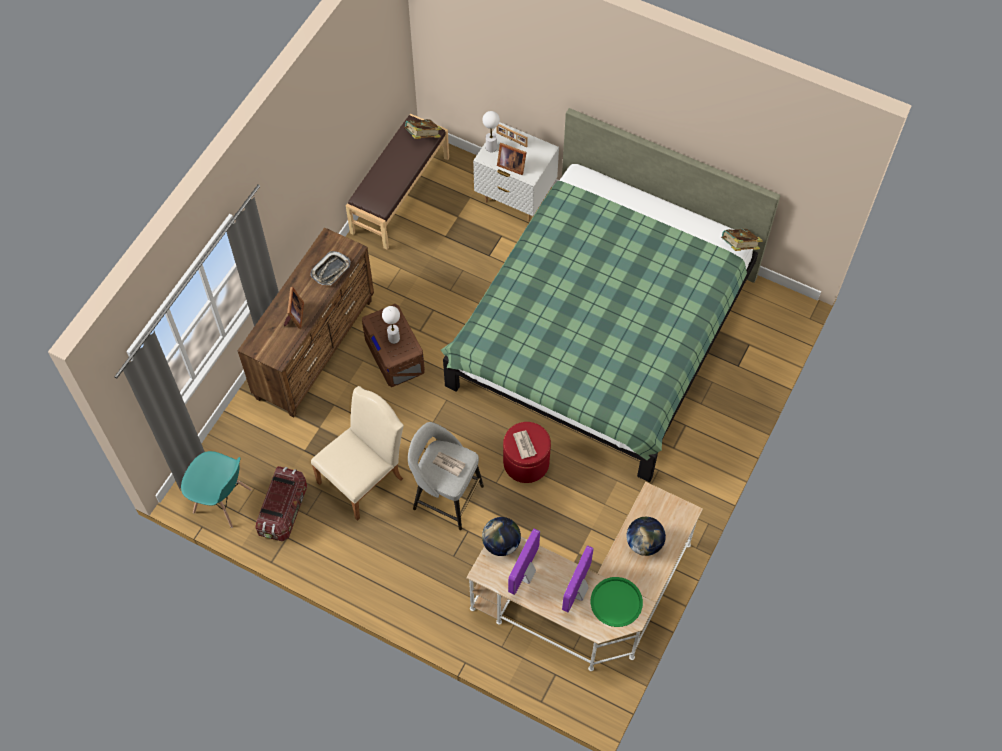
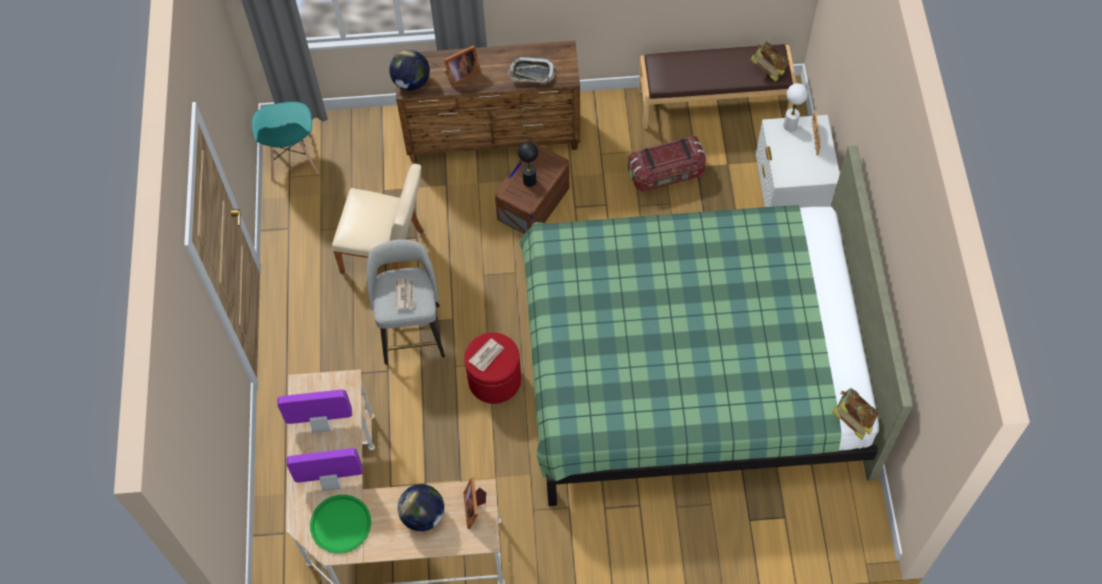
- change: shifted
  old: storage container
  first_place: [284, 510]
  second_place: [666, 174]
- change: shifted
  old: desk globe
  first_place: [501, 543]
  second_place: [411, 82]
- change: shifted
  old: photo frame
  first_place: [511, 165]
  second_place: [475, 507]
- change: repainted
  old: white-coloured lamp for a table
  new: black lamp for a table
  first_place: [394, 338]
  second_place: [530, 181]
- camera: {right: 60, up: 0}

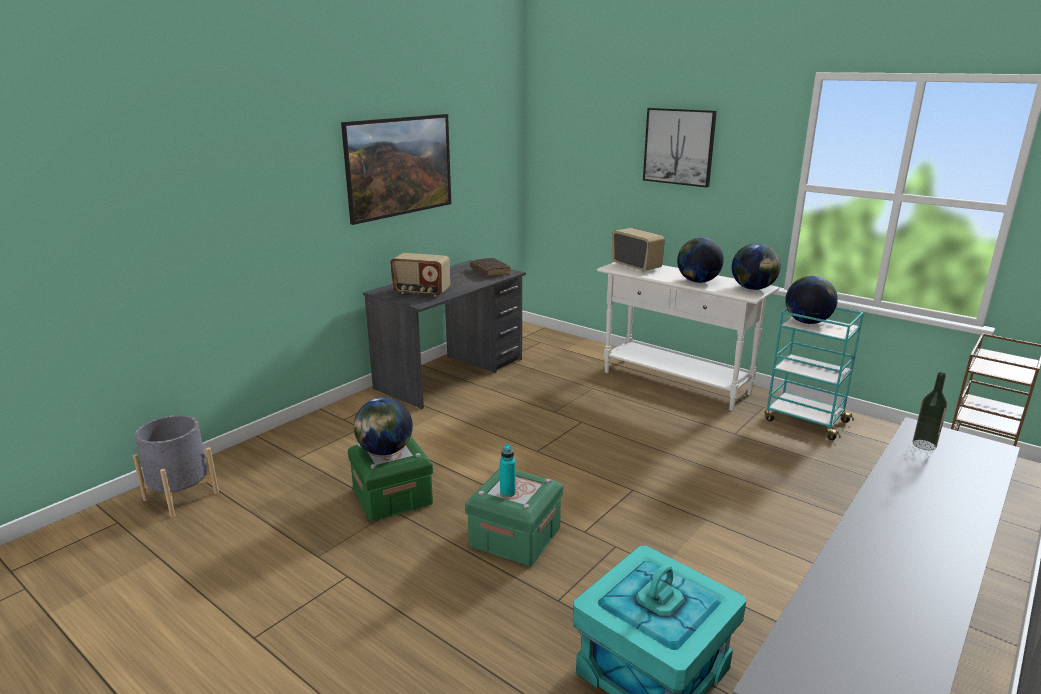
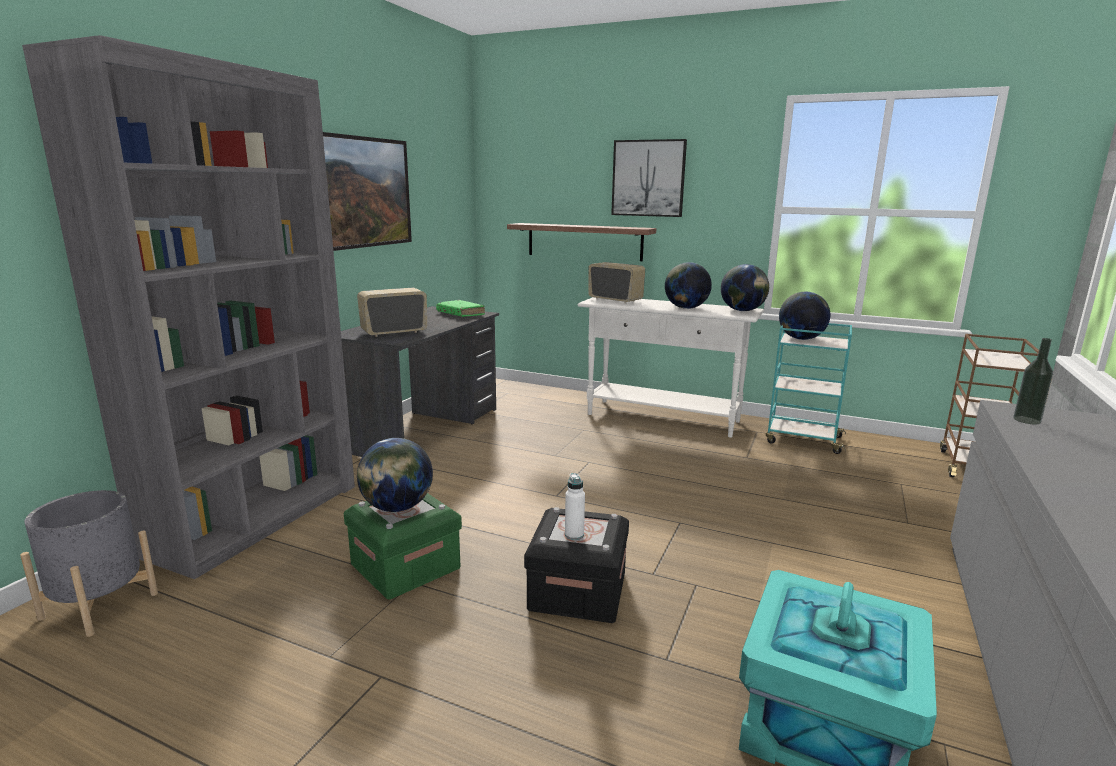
- change: new
  new: grey shelving unit
  second_place: [255, 517]
- change: new
  new: wall shelf
  second_place: [584, 241]
- change: repainted
  old: green storage container
  new: black storage container
  first_place: [515, 537]
  second_place: [578, 591]
- change: repainted
  old: brownish book
  new: green book
  first_place: [490, 272]
  second_place: [460, 314]
- change: repainted
  old: blue-green beverage bottle
  new: white-coloured beverage bottle
  first_place: [507, 492]
  second_place: [574, 535]
- change: rotated
  old: radio receiver
  first_place: [421, 292]
  second_place: [394, 332]
  degrees: 150
- camera: {right: -15, up: -5}

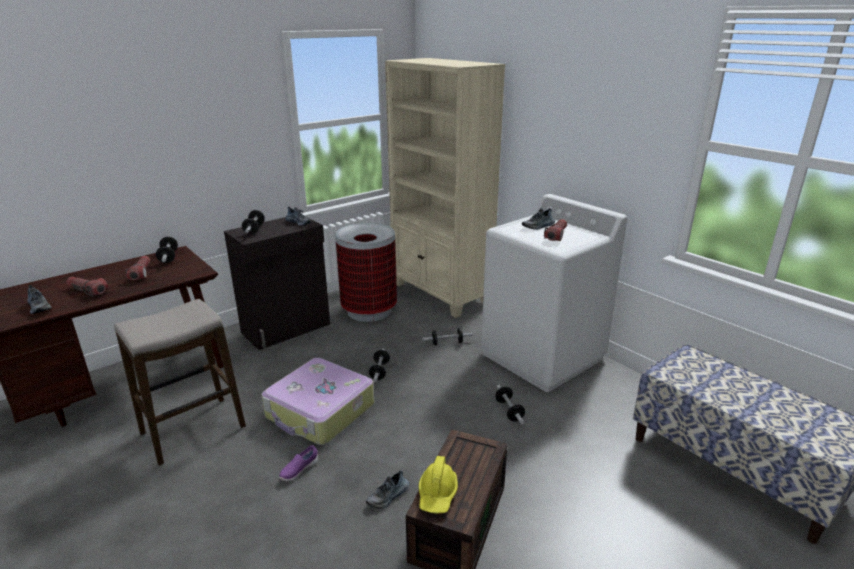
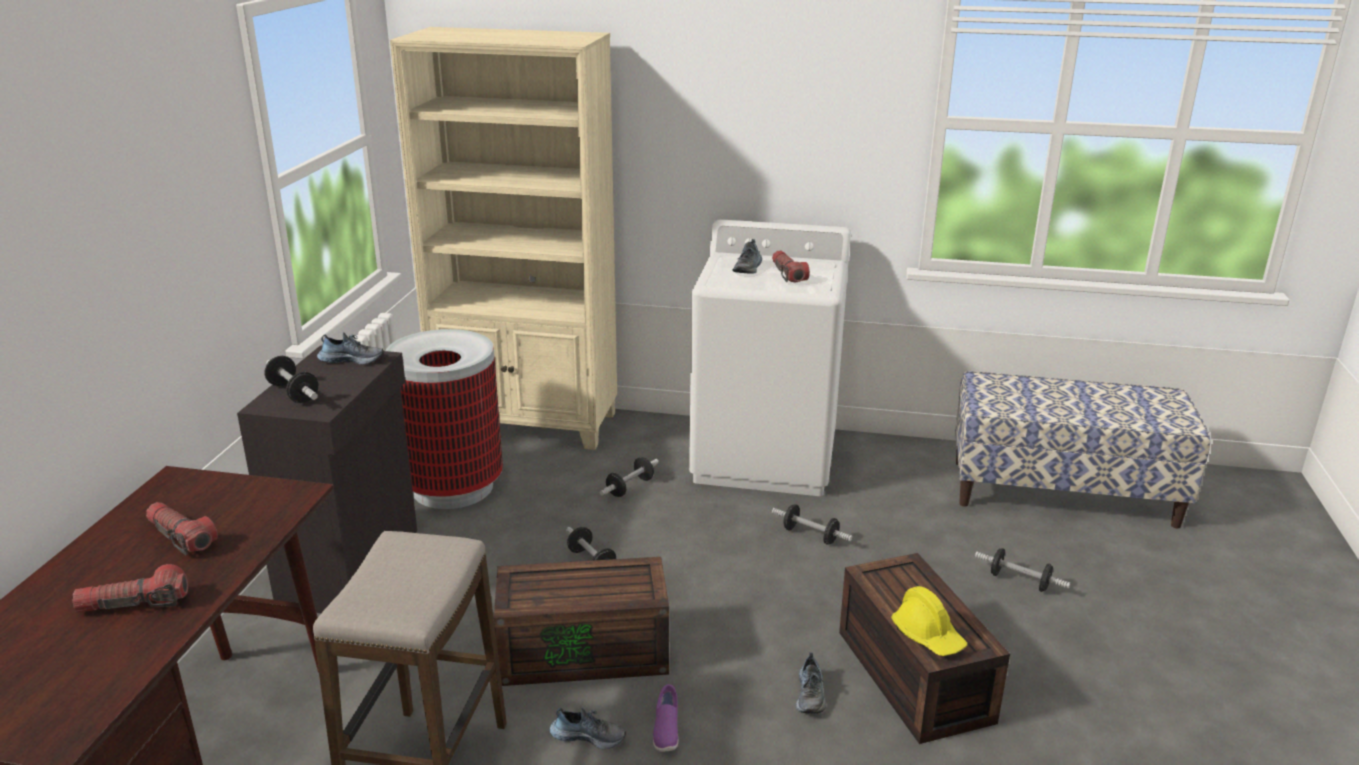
- change: shifted
  old: shoe
  first_place: [40, 307]
  second_place: [588, 736]
- change: shifted
  old: hand weight
  first_place: [168, 257]
  second_place: [1019, 581]
- change: swapped
  old: piece of luggage
  new: brownish storage container
  first_place: [320, 412]
  second_place: [586, 650]
- camera: {right: -40, up: 0}

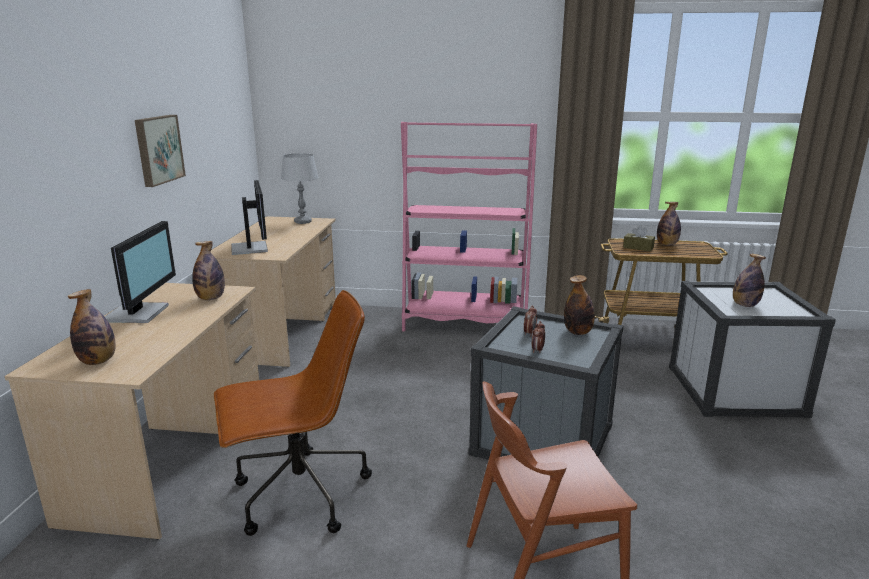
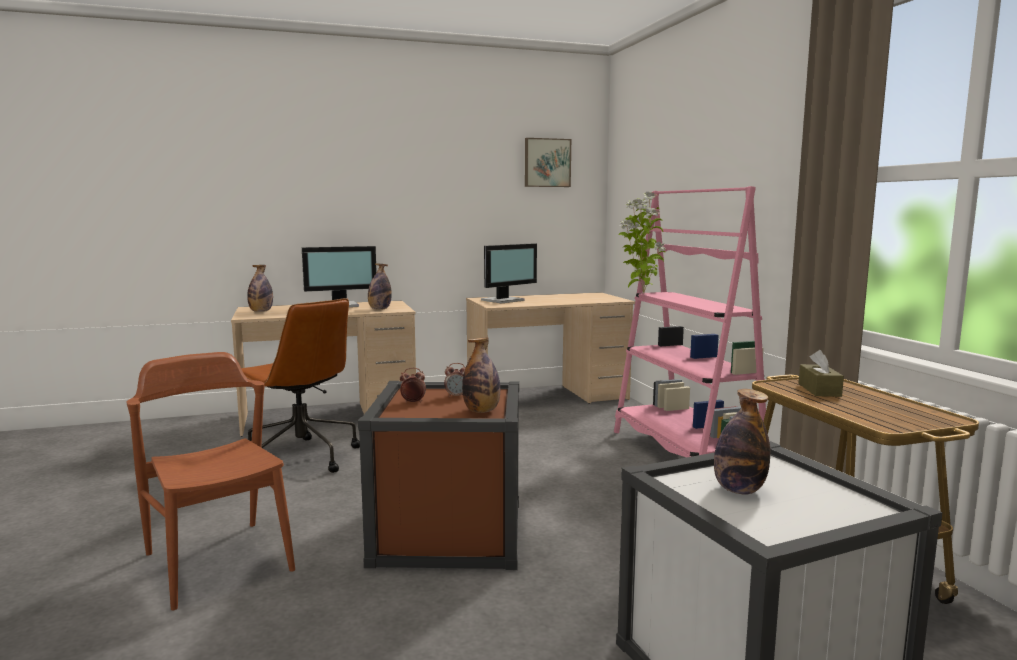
- change: gone
  old: grey lamp for a table
  first_place: [303, 222]
- change: gone
  old: beverage bottle
  first_place: [666, 244]
- change: new
  new: plant in a pot
  second_place: [642, 293]
- change: shifted
  old: wall art
  first_place: [158, 149]
  second_place: [547, 163]
- change: repainted
  old: grey storage container
  new: brownish storage container
  first_place: [542, 439]
  second_place: [449, 532]
- camera: {right: 65, up: -10}

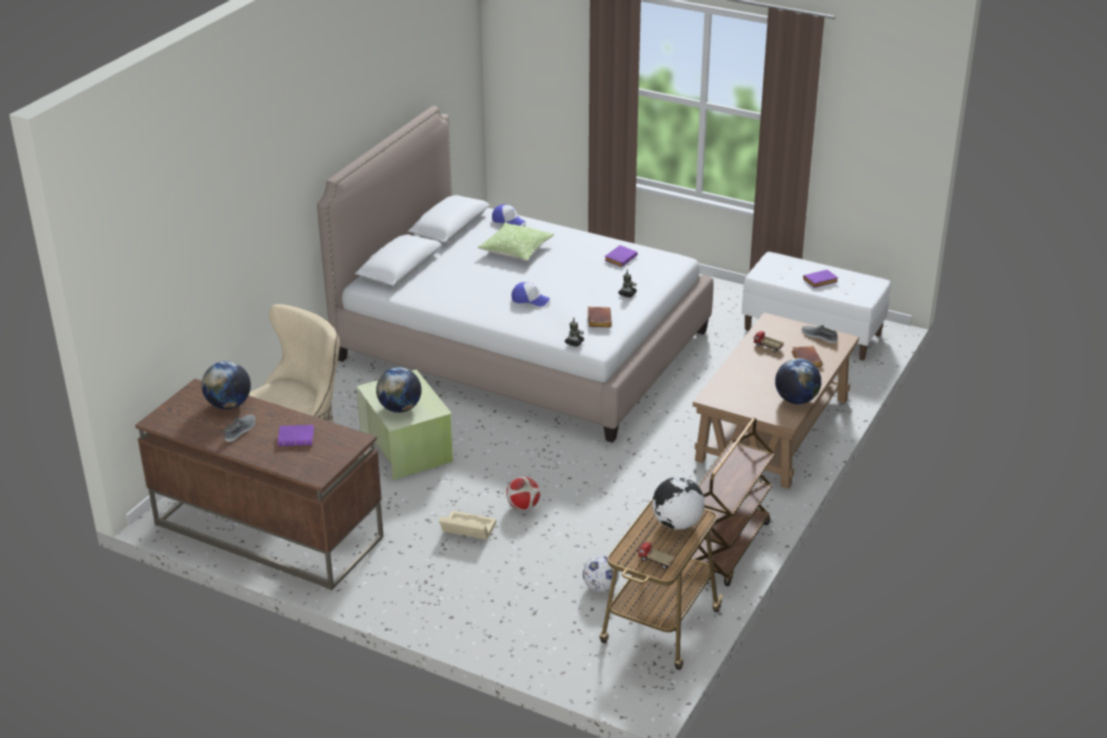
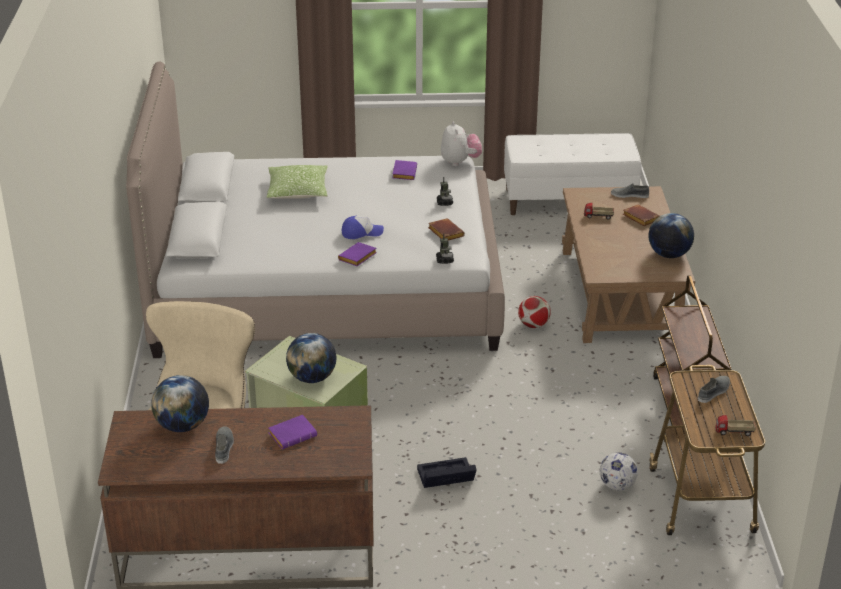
- change: gone
  old: peaked cap
  first_place: [508, 220]
- change: new
  new: soft toy
  second_place: [460, 162]
- change: shifted
  old: football ball
  first_place: [523, 506]
  second_place: [533, 325]
- change: shifted
  old: purplish book
  first_place: [820, 282]
  second_place: [357, 258]
- change: swapped
  old: desk globe
  new: grey shoe
  first_place: [677, 524]
  second_place: [714, 391]
- change: repainted
  old: beige-coloured storage container
  new: black storage container
  first_place: [466, 530]
  second_place: [444, 478]
- camera: {right: -30, up: 0}

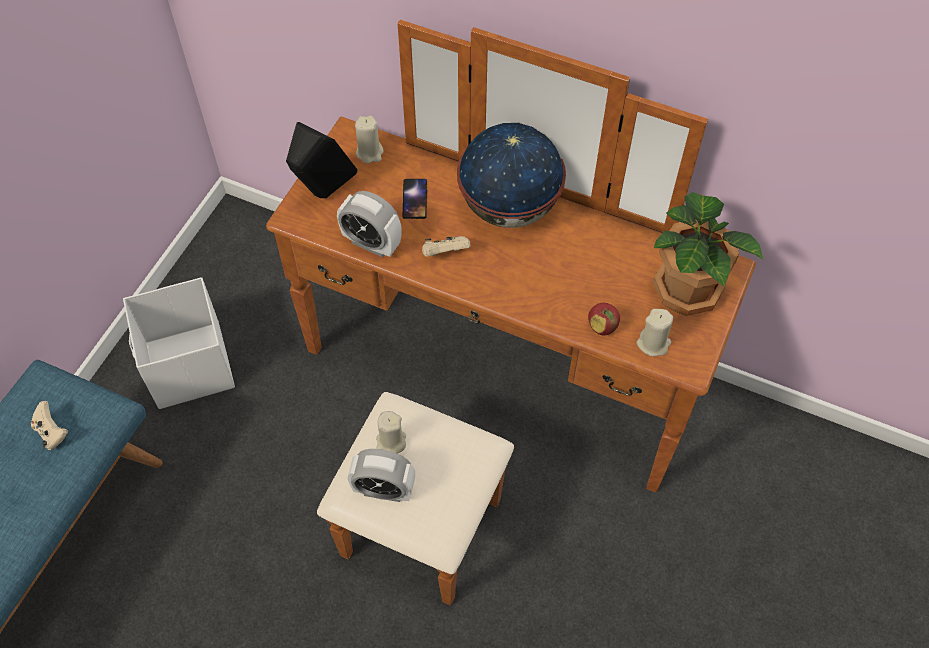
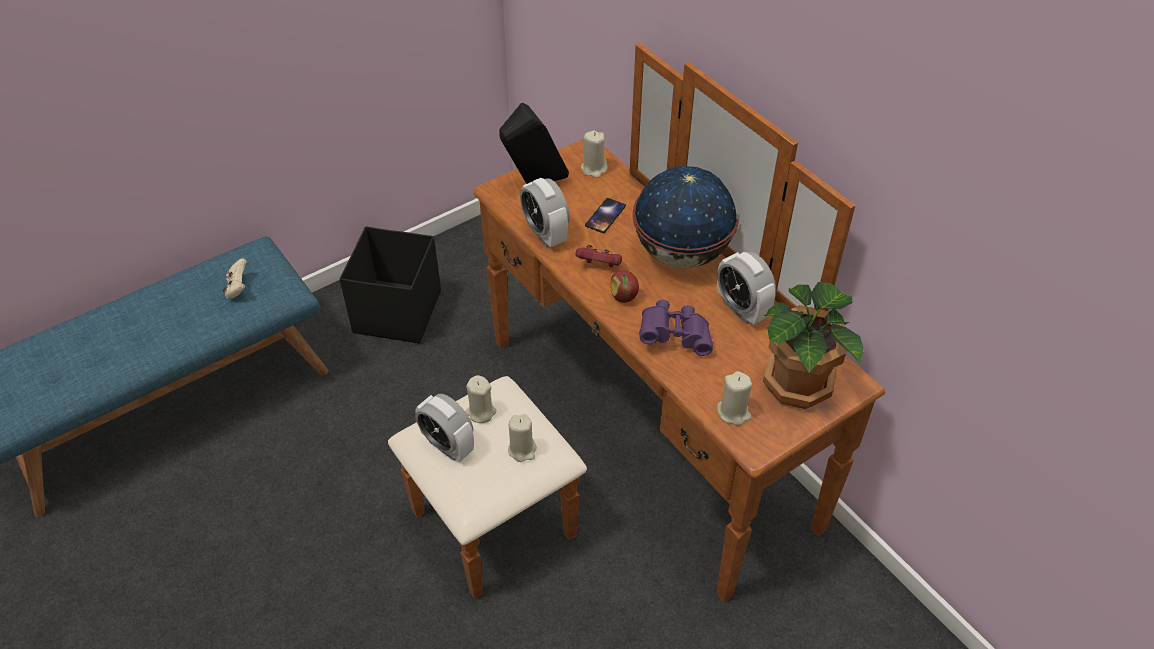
- change: new
  new: beige-coloured candle
  second_place: [522, 450]
- change: new
  new: purplish binoculars
  second_place: [675, 336]
- change: new
  new: alarm clock
  second_place: [741, 309]
- change: shifted
  old: whole apple
  first_place: [602, 327]
  second_place: [624, 297]
- change: repainted
  old: white-coloured storage container
  new: black storage container
  first_place: [189, 367]
  second_place: [396, 313]
- change: repainted
  old: beige-coloured gamepad
  new: reddish gamepad
  first_place: [445, 254]
  second_place: [600, 265]
- camera: {right: 30, up: -10}

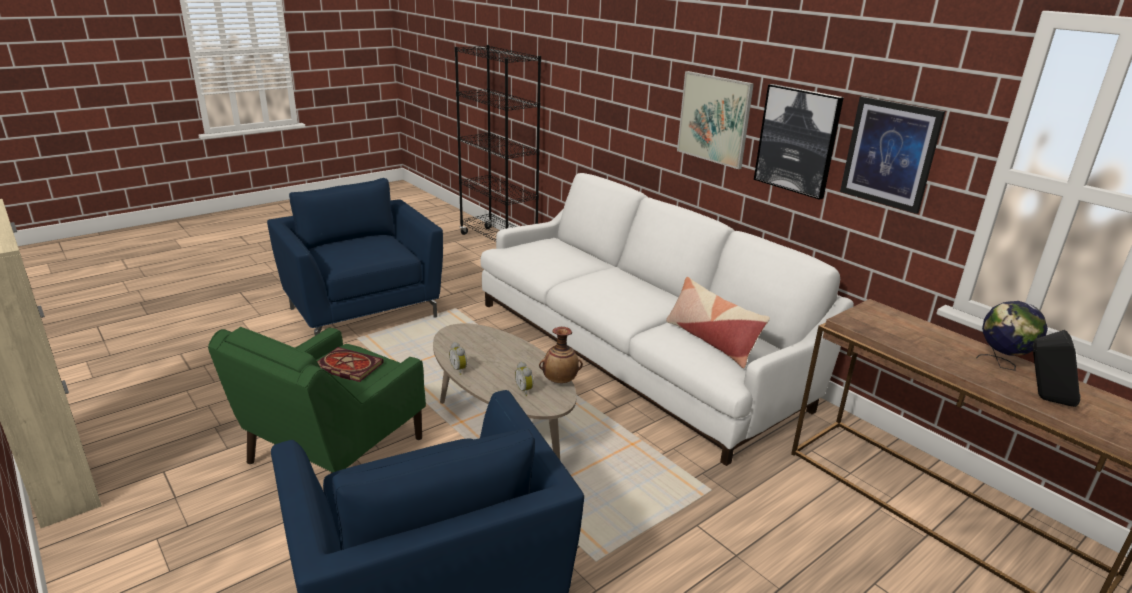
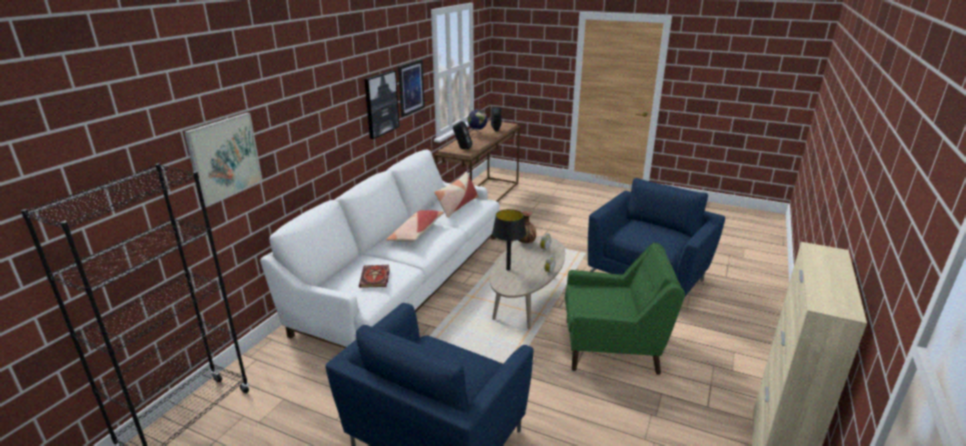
- change: new
  new: pillow
  second_place: [416, 233]
- change: new
  new: black speaker
  second_place: [462, 148]
- change: new
  new: black lamp for a table
  second_place: [508, 269]
- change: shifted
  old: book
  first_place: [346, 367]
  second_place: [375, 278]
- change: shifted
  old: wall art
  first_place: [714, 119]
  second_place: [225, 158]
- camera: {right: -115, up: 0}

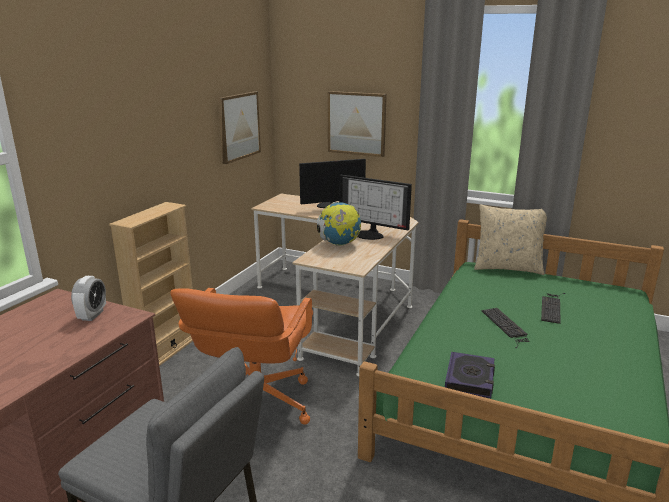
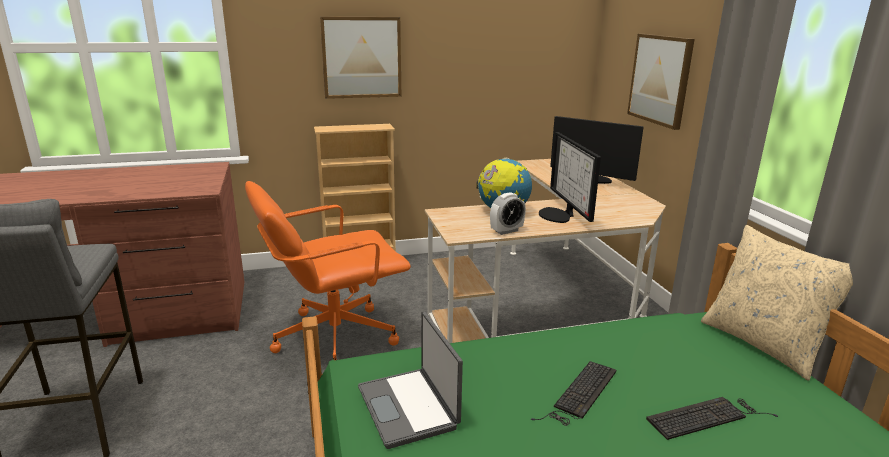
- change: shifted
  old: alarm clock
  first_place: [92, 315]
  second_place: [506, 231]
- change: shifted
  old: wall art
  first_place: [238, 126]
  second_place: [361, 57]
- change: swapped
  old: book
  new: portable computer
  first_place: [470, 378]
  second_place: [409, 407]
- camera: {right: 50, up: 0}

